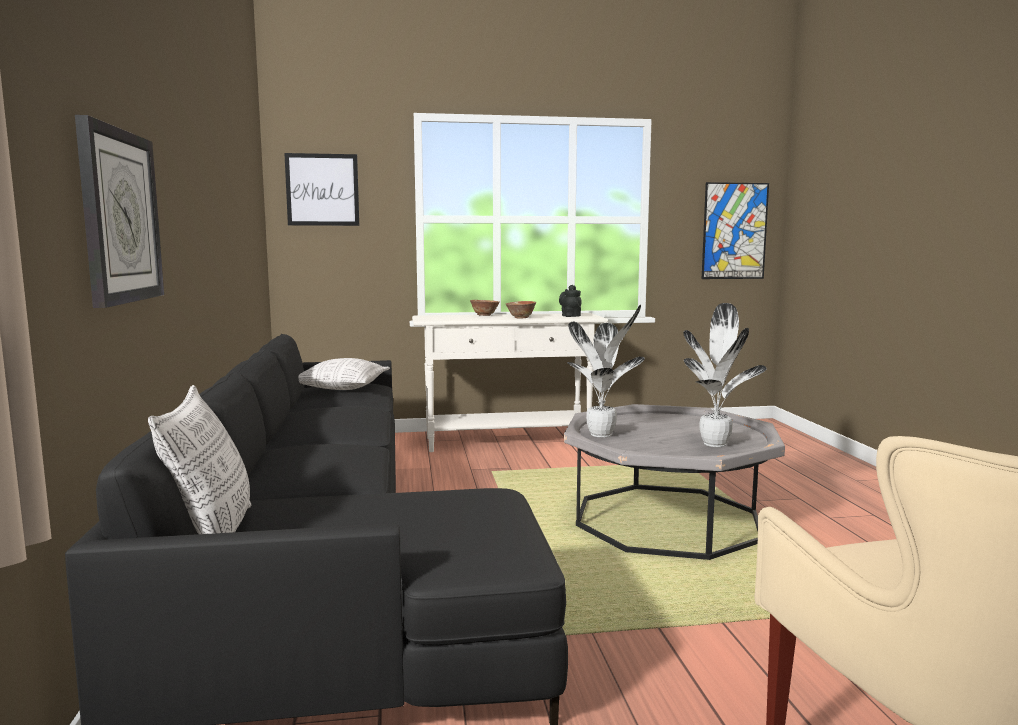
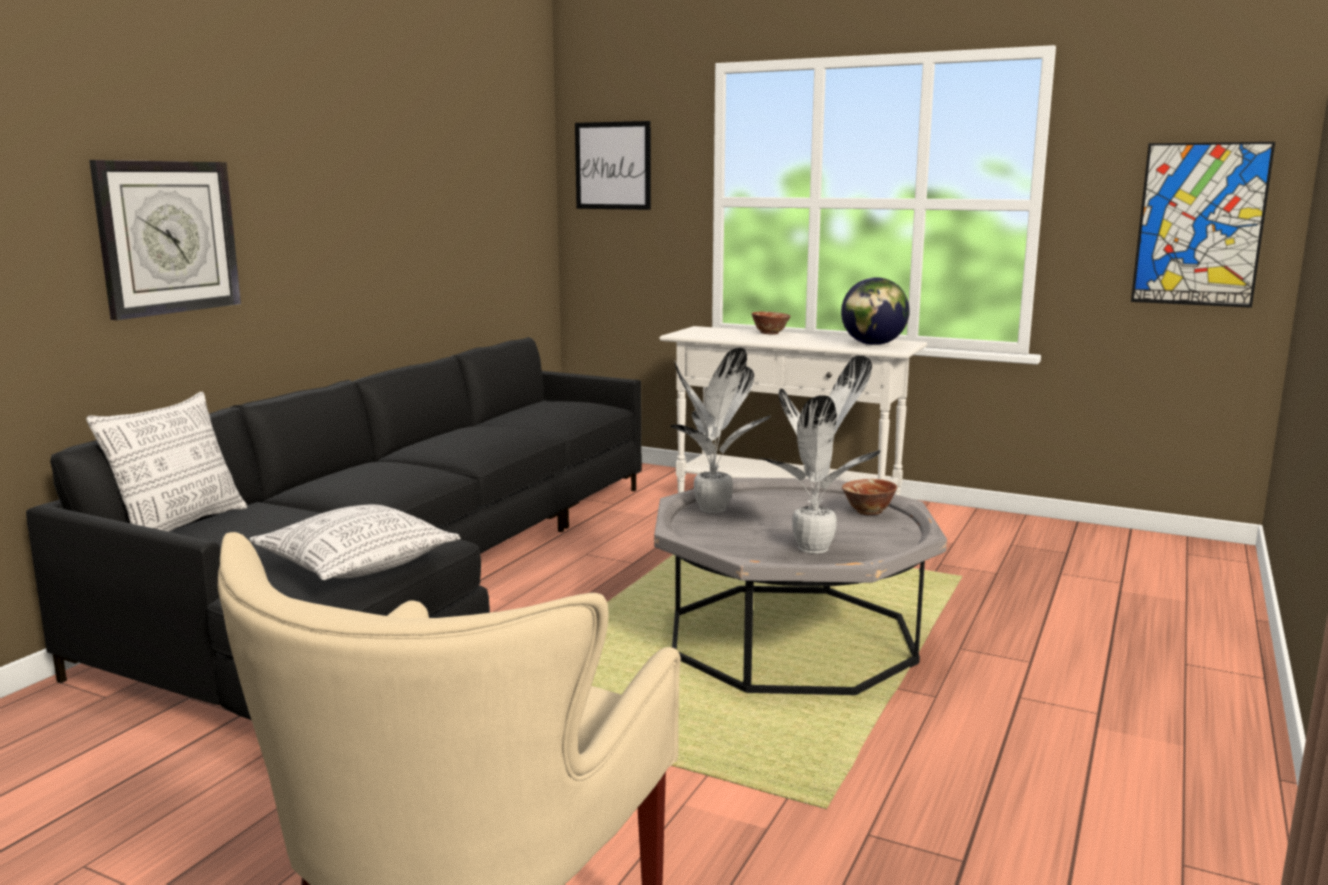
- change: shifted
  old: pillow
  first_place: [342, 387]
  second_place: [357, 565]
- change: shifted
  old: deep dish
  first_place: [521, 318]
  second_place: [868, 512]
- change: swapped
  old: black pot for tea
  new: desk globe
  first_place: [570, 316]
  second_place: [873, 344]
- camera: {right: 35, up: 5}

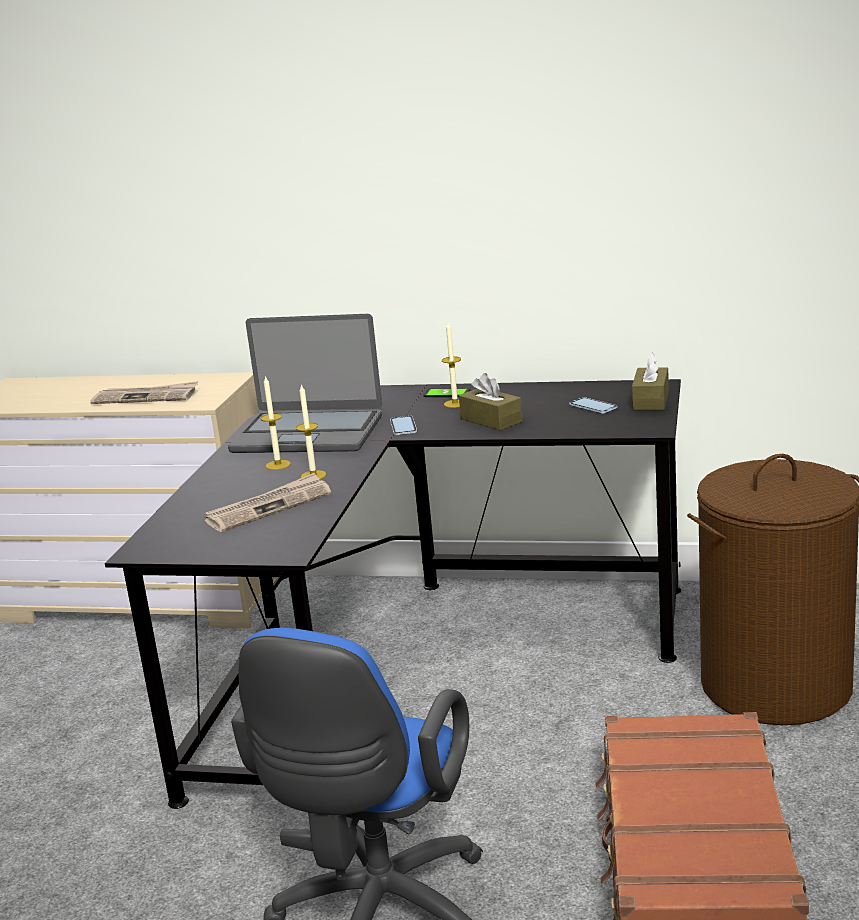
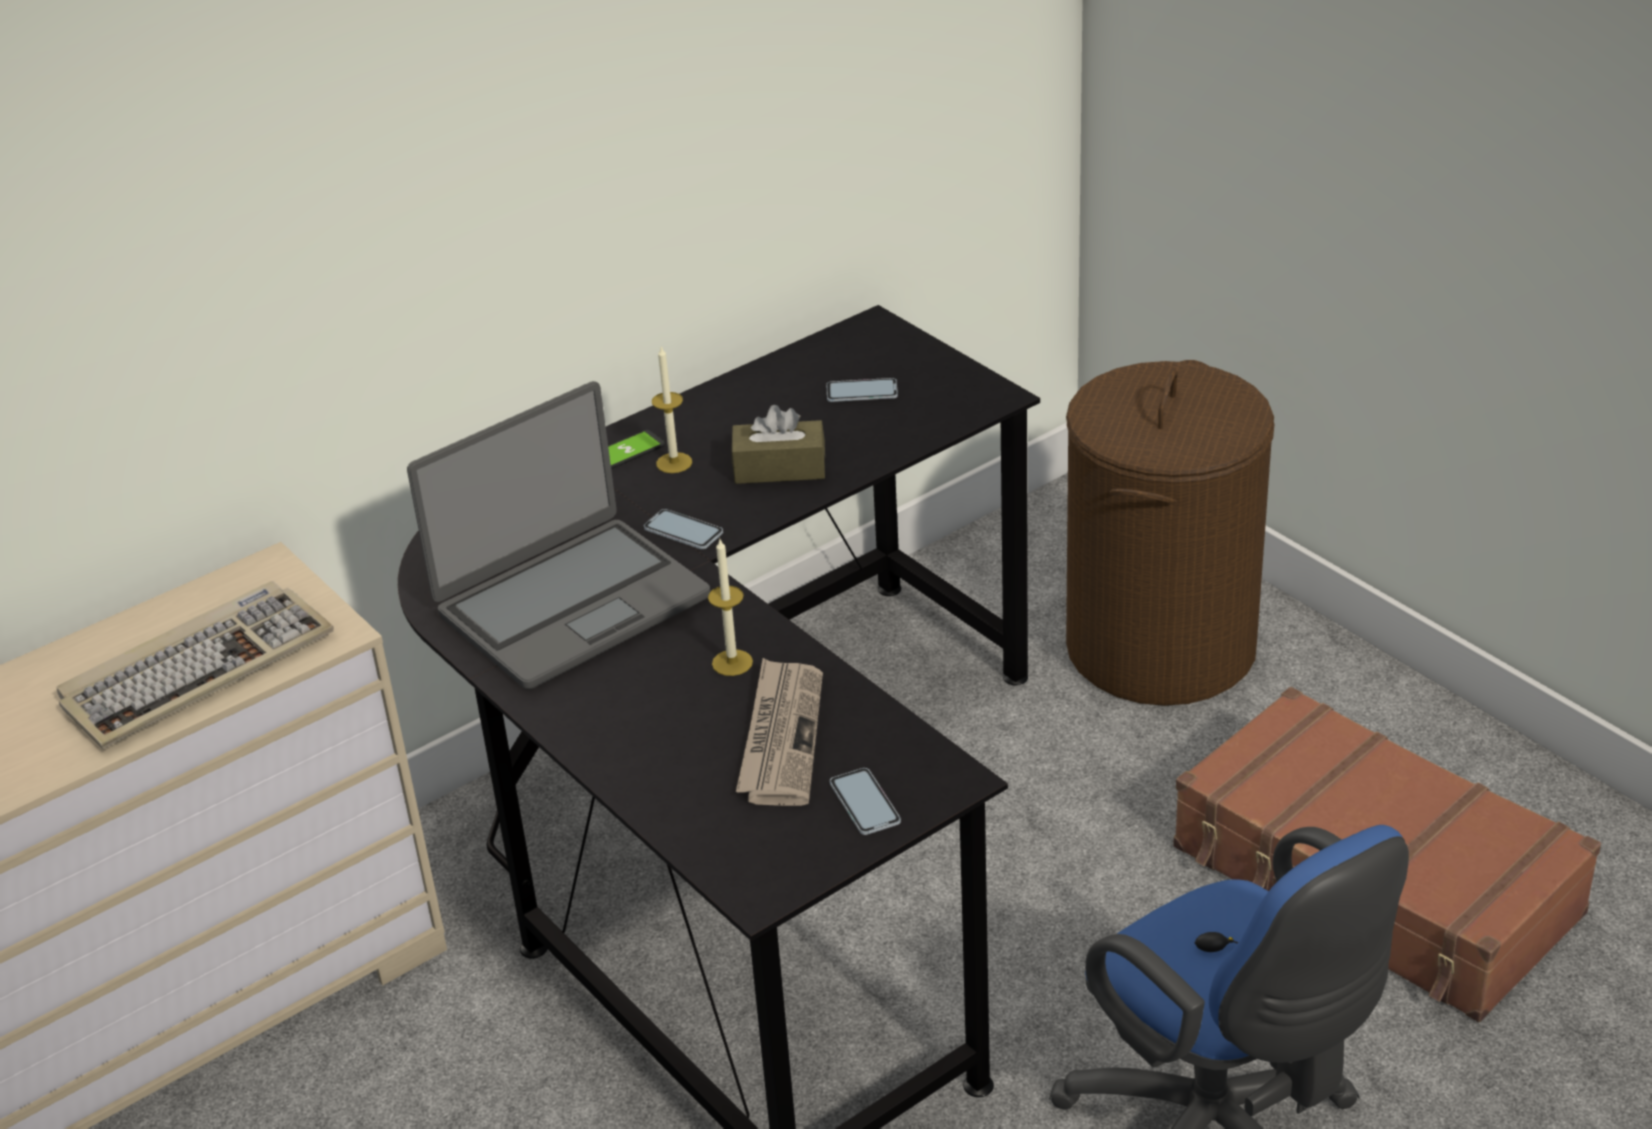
- change: gone
  old: candle
  first_place: [278, 465]
- change: gone
  old: brownish tissue holder
  first_place: [651, 400]
- change: new
  new: phone
  second_place: [864, 803]
- change: swapped
  old: newspaper
  new: PC keyboard
  first_place: [146, 397]
  second_place: [197, 669]
- camera: {right: -50, up: 15}

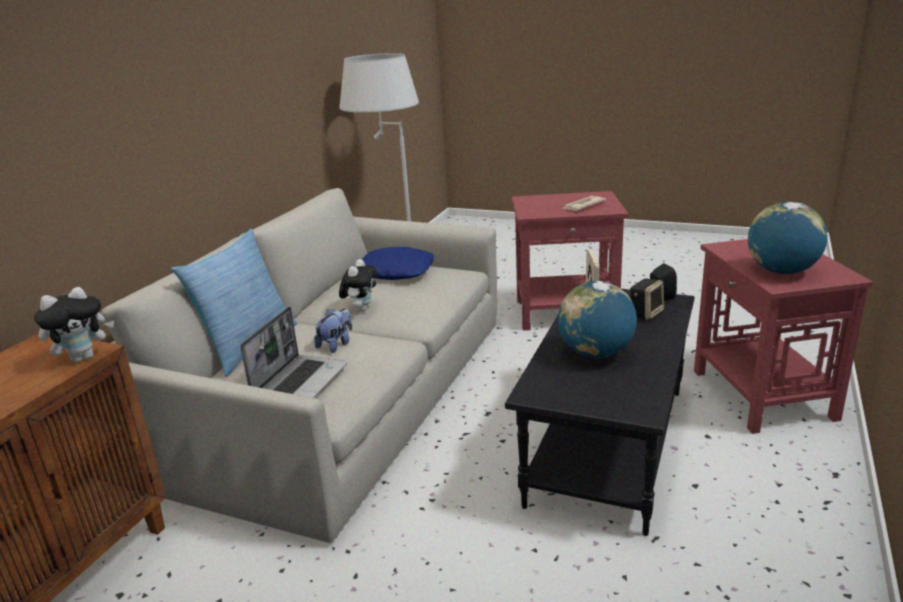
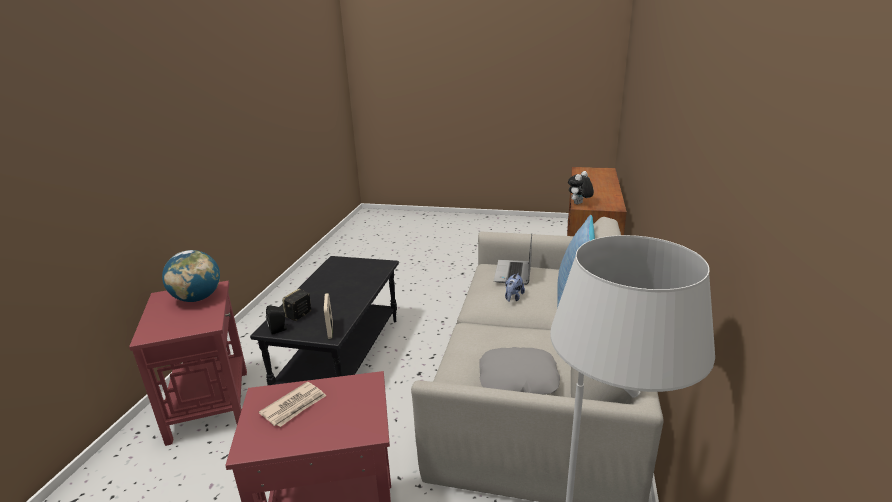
- change: gone
  old: soft toy
  first_place: [361, 309]
- change: gone
  old: desk globe
  first_place: [596, 353]
- change: repainted
  old: blue pillow
  new: grey pillow
  first_place: [396, 271]
  second_place: [518, 379]
- camera: {right: 170, up: 0}

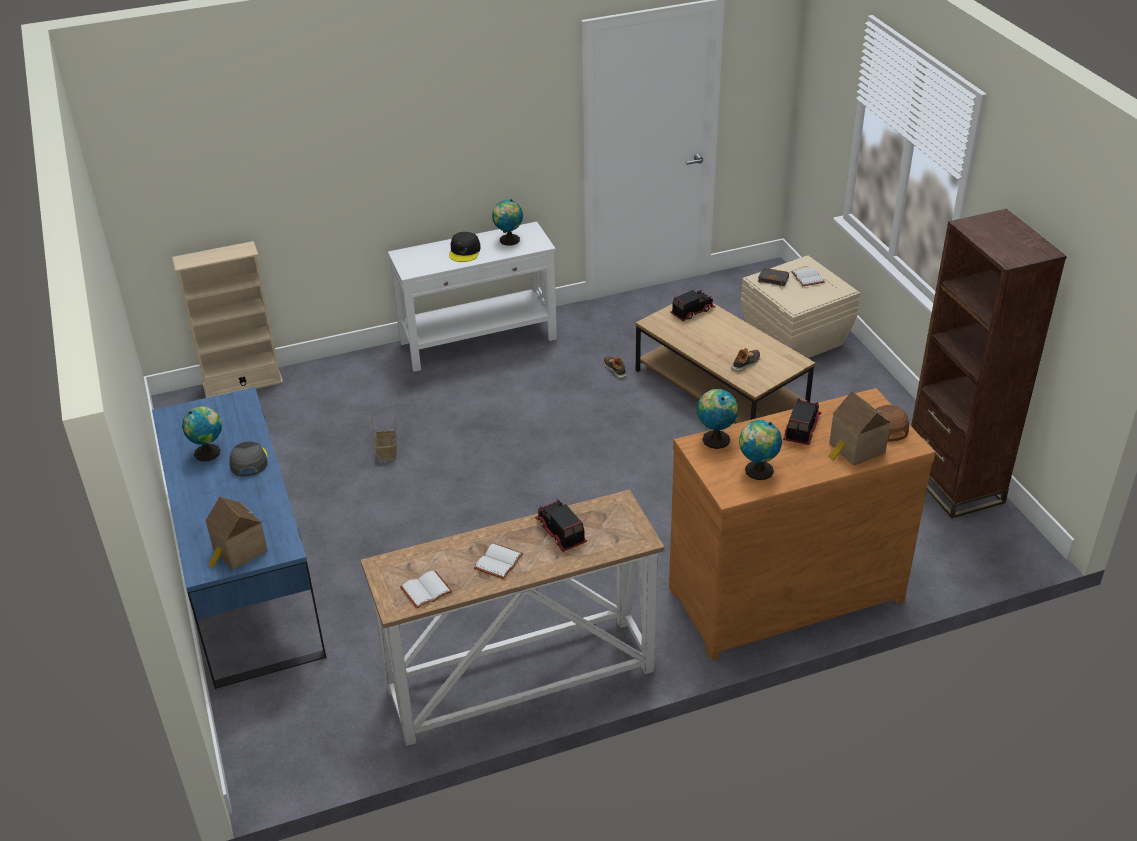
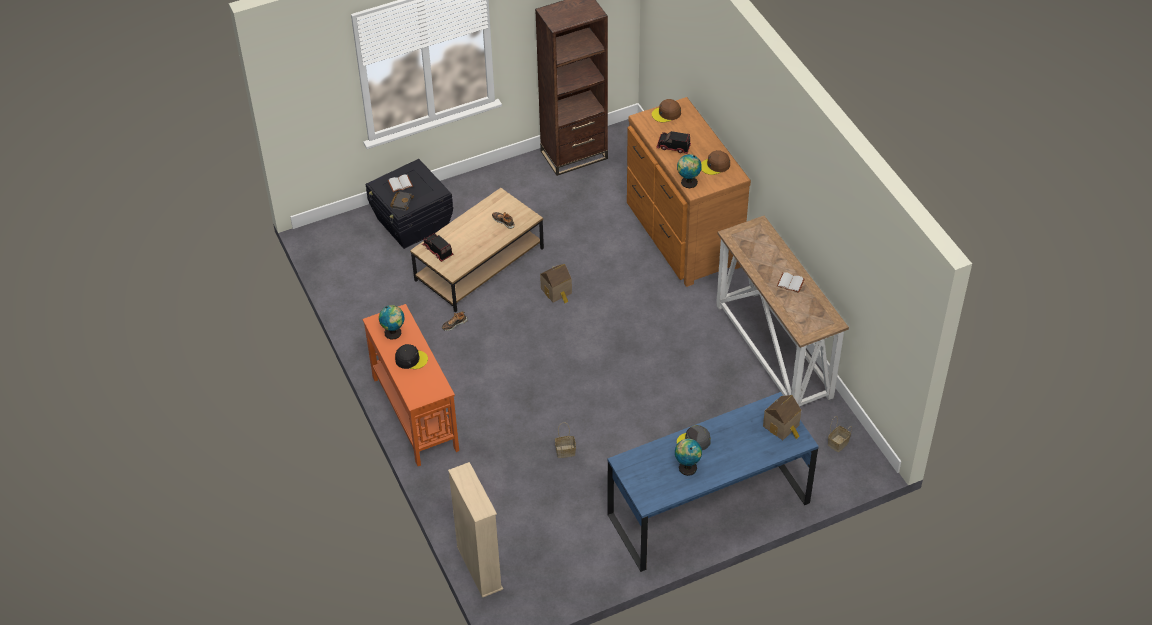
- change: gone
  old: white-coloured book
  first_place: [426, 589]
- change: gone
  old: model truck
  first_place: [560, 532]
- change: new
  new: storage basket
  second_place: [838, 444]
- change: shifted
  old: toy house
  first_place: [855, 449]
  second_place: [557, 292]
- change: swapped
  old: desk globe
  new: brownish peaked cap
  first_place: [757, 471]
  second_place: [715, 165]
- change: repainted
  old: white-coloured narrow table
  new: orange narrow table
  first_place: [479, 341]
  second_place: [415, 412]
- change: repainted
  old: beige-coloured storage container
  new: black storage container
  first_place: [794, 338]
  second_place: [412, 223]
- camera: {right: -95, up: 10}

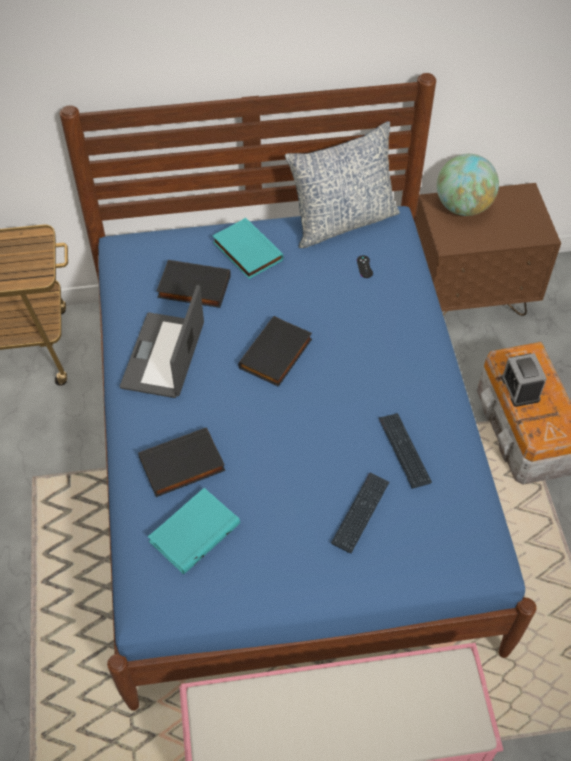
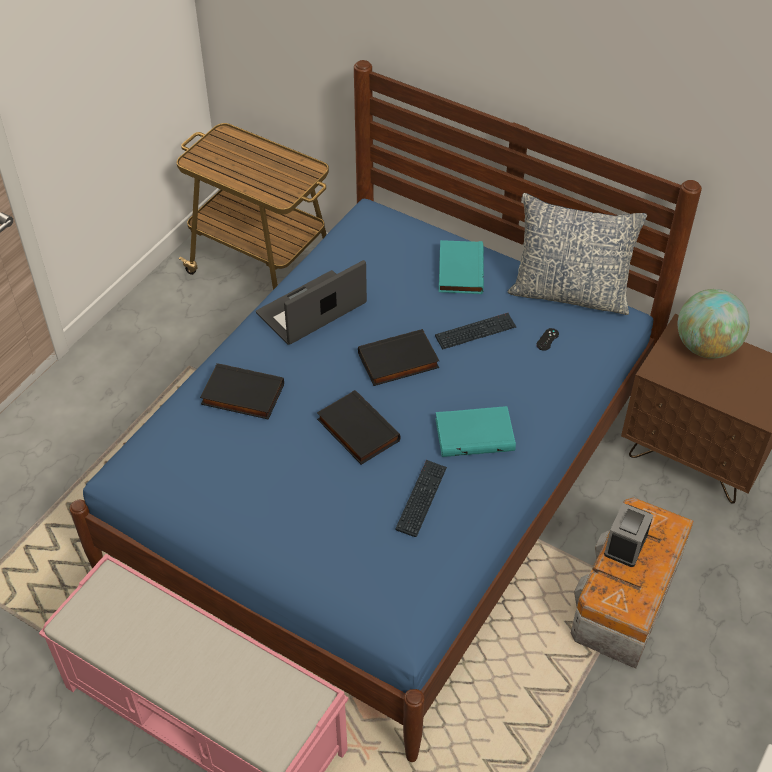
- change: shifted
  old: blue-green book
  first_place: [193, 531]
  second_place: [475, 433]
- change: shifted
  old: black book
  first_place: [193, 288]
  second_place: [356, 431]
- change: shifted
  old: PC keyboard
  first_place: [360, 513]
  second_place: [475, 332]
- camera: {right: 40, up: -5}

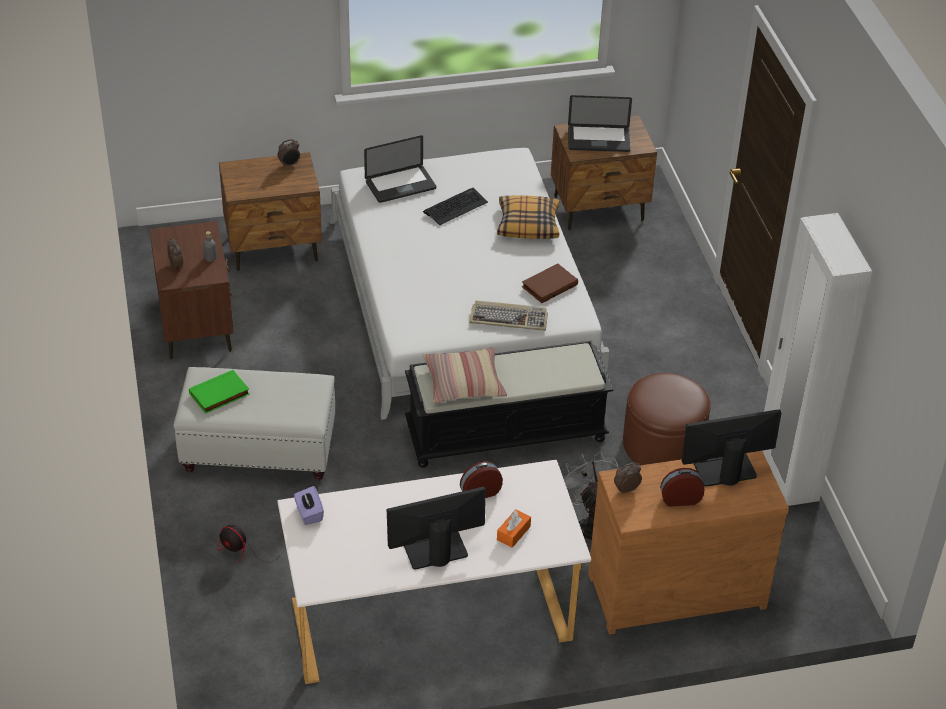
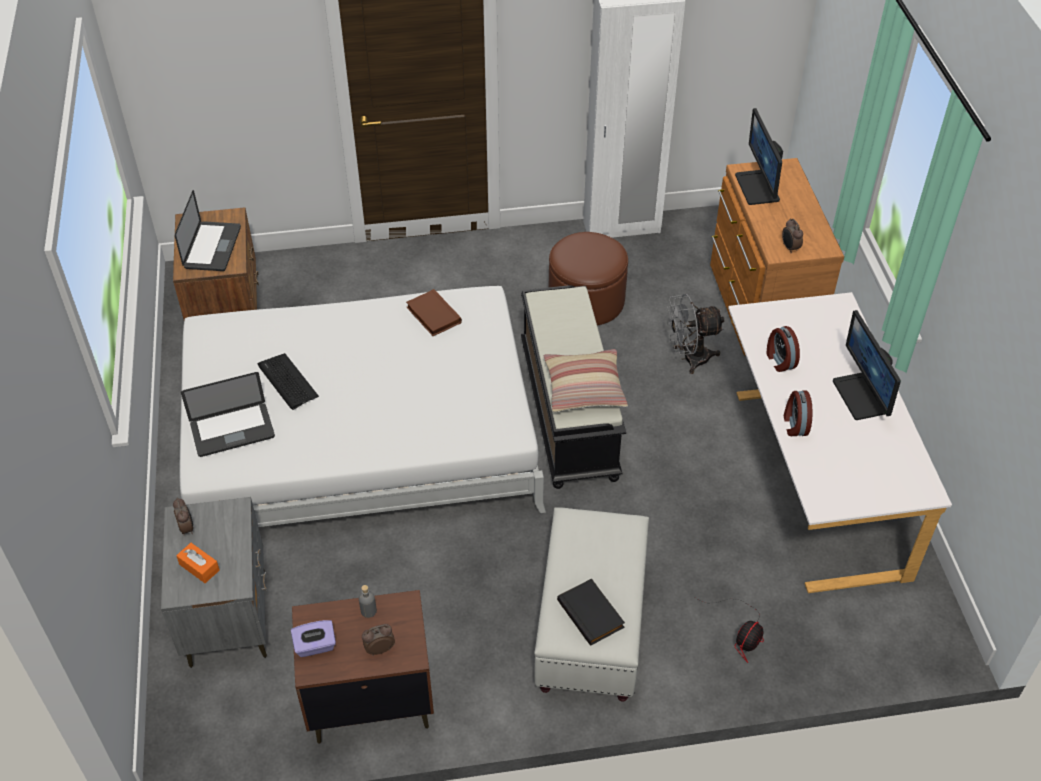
- change: gone
  old: PC keyboard
  first_place: [509, 318]
- change: gone
  old: pillow
  first_place: [528, 224]
- change: shifted
  old: purplish tissue holder
  first_place: [309, 513]
  second_place: [315, 646]
- change: shifted
  old: orange tissue holder
  first_place: [513, 533]
  second_place: [199, 567]
- change: shifted
  old: alarm clock
  first_place: [680, 498]
  second_place: [794, 425]
- change: repainted
  old: green book
  new: black book
  first_place: [219, 395]
  second_place: [592, 614]
- change: repainted
  old: brownish nightstand
  new: grey nightstand
  first_place: [274, 248]
  second_place: [228, 616]
- change: rotated
  old: portable computer
  first_place: [400, 185]
  second_place: [232, 431]
  degrees: 90
- camera: {right: -85, up: 5}

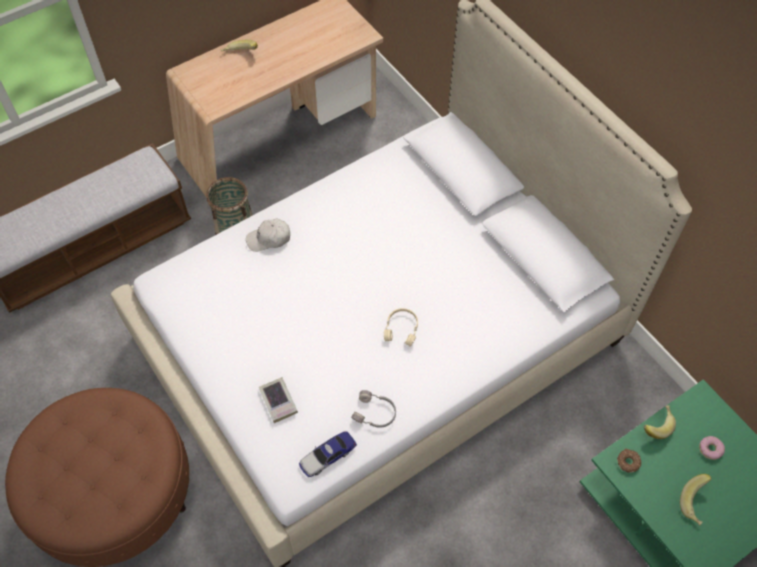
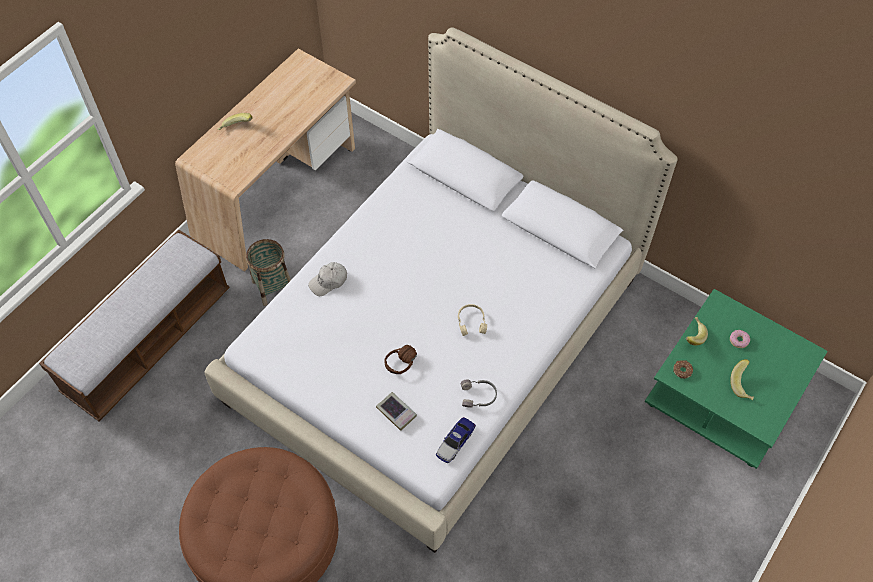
- change: new
  new: brownish headset
  second_place: [404, 366]
- camera: {right: -20, up: 0}

